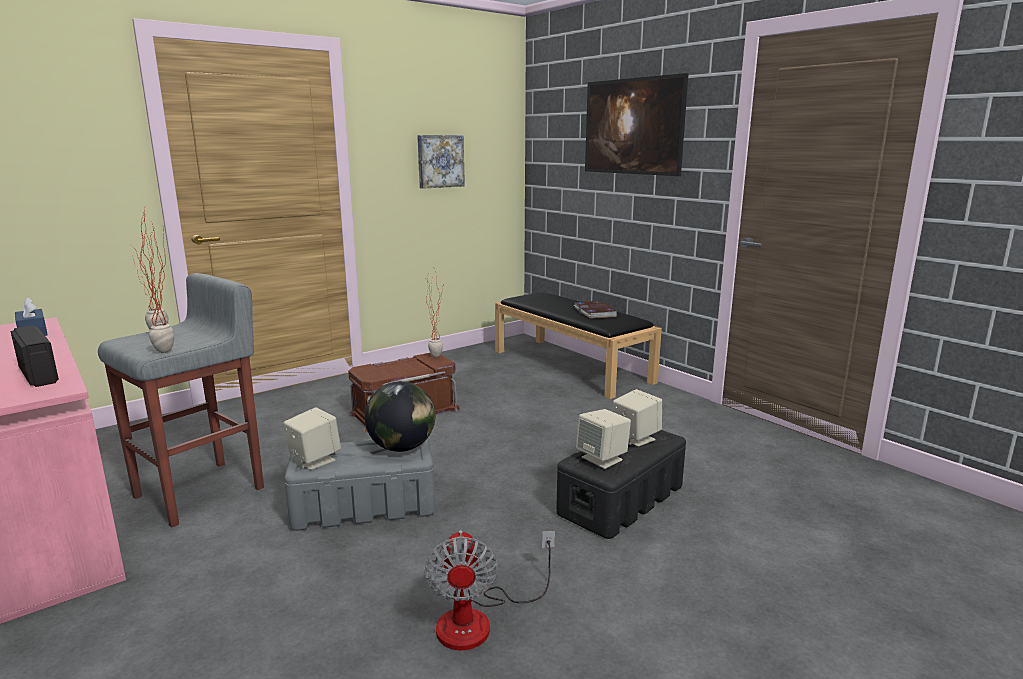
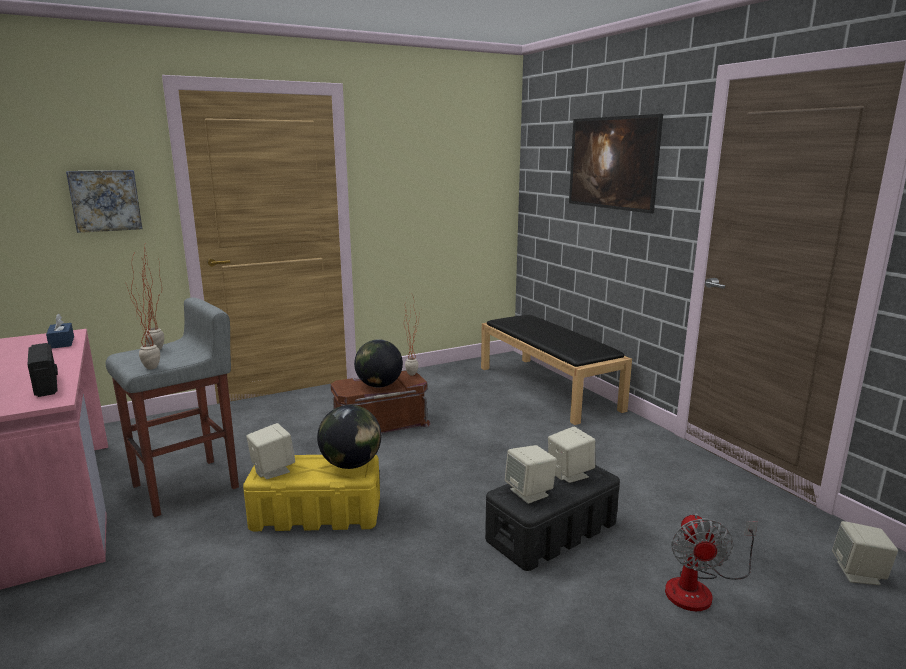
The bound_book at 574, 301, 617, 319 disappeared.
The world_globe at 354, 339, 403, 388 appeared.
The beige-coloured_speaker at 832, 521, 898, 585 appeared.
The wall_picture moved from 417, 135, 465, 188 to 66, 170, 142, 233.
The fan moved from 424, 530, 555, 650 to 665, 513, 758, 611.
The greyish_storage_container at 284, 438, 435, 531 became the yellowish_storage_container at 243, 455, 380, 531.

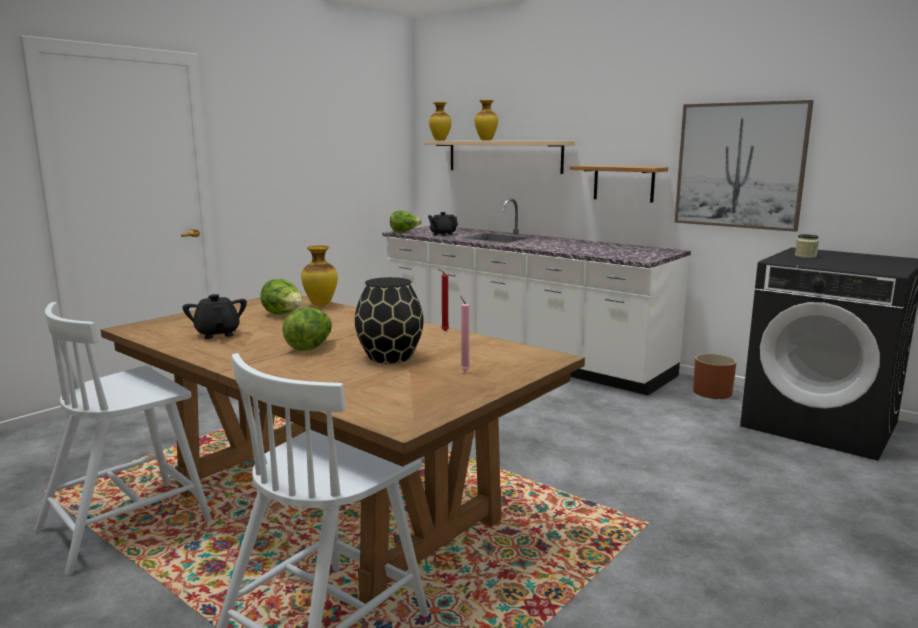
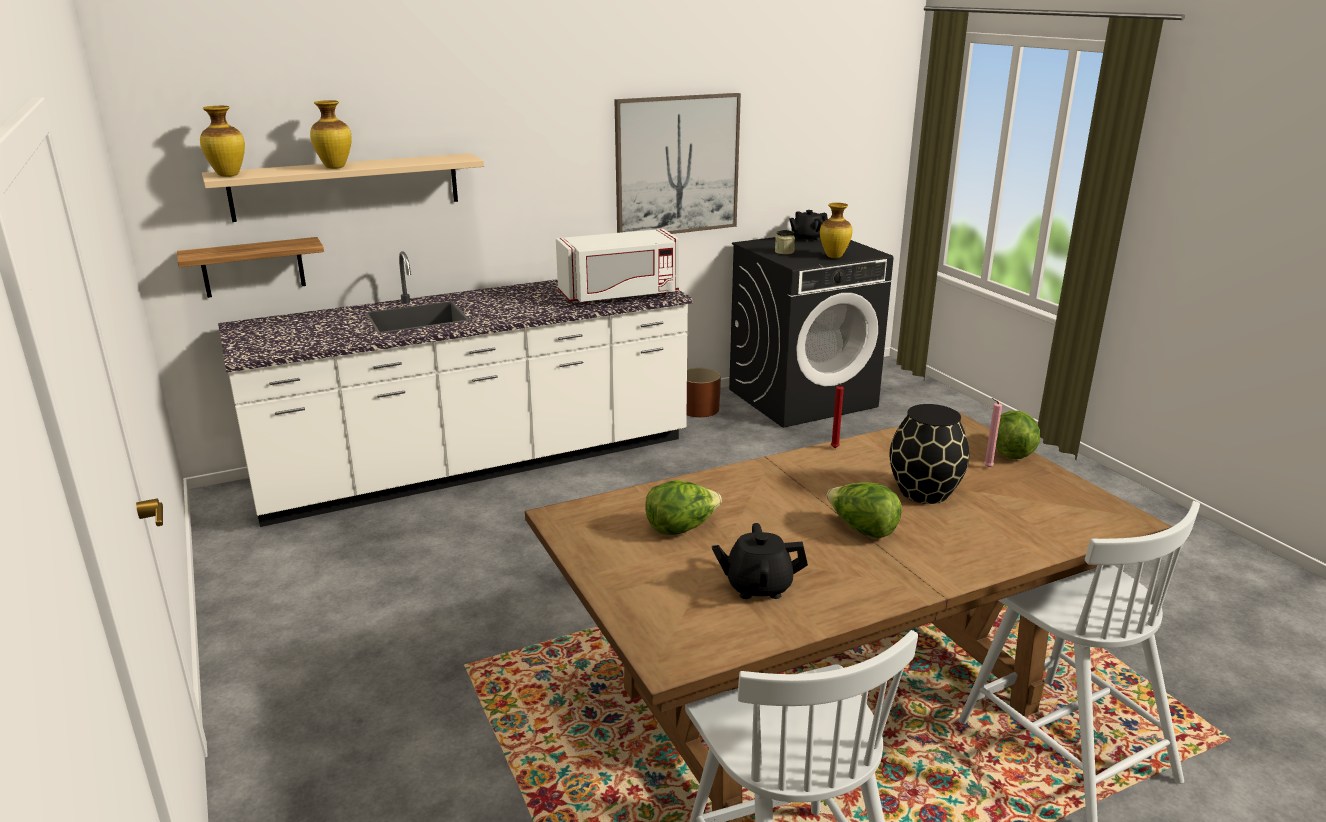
The whitish_microwave_oven at 556, 229, 679, 303 appeared.
The flower_vase moved from 301, 246, 338, 306 to 820, 203, 852, 258.
The head_of_lettuce moved from 390, 211, 422, 232 to 996, 411, 1040, 459.
The black-coloured_pot_for_tea moved from 428, 212, 458, 236 to 789, 210, 828, 242.
The bracket_shelf moved from 570, 165, 668, 203 to 177, 237, 324, 298.

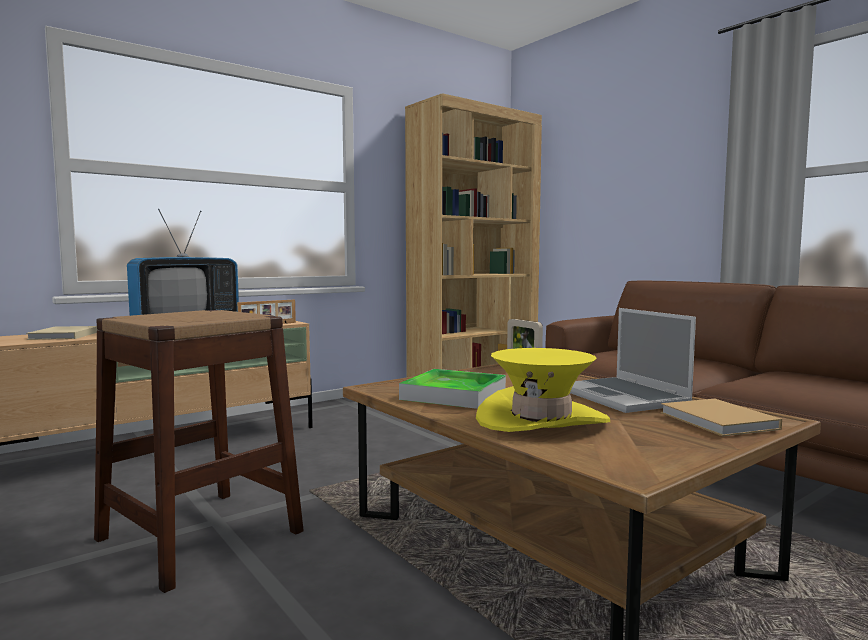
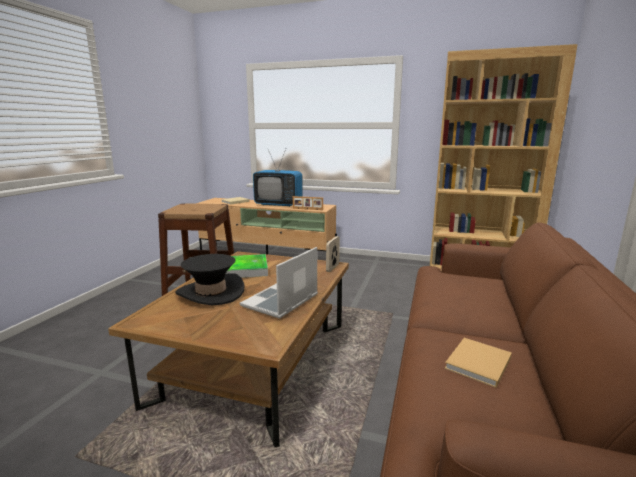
The beige-coloured_bound_book moved from 661, 399, 782, 436 to 445, 338, 512, 388.
The yellowish_hat at 476, 348, 610, 432 became the black-coloured_hat at 175, 254, 245, 305.

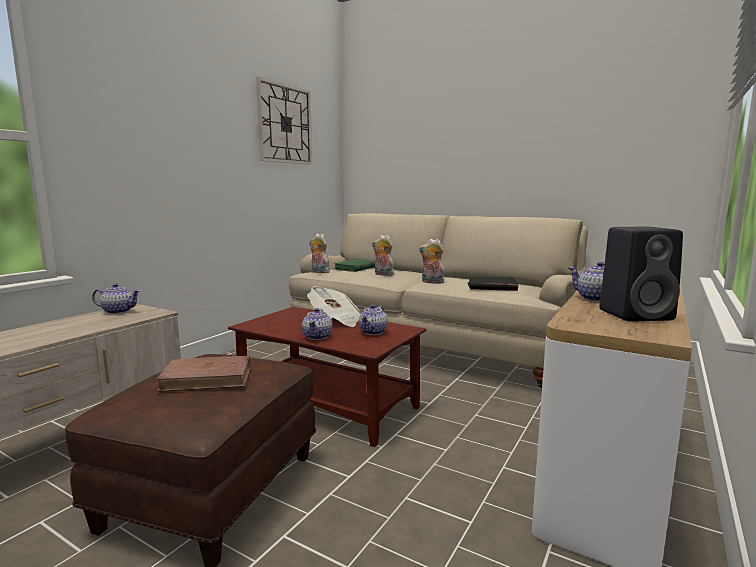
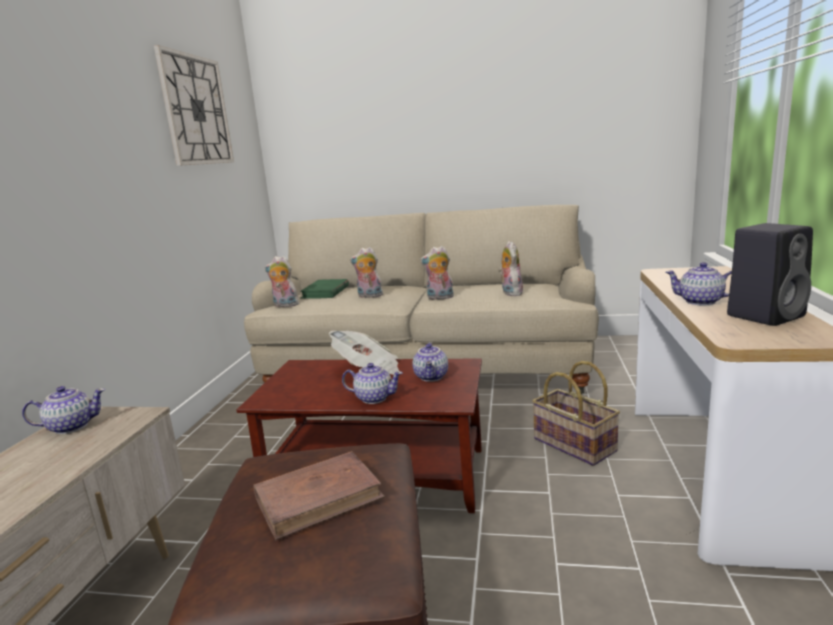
The basket at 532, 361, 620, 466 appeared.
The black-coloured_bound_book at 468, 276, 518, 291 was replaced by the soft_toy at 498, 241, 523, 296.
The pot_for_tea at 302, 308, 333, 340 turned 60 degrees counterclockwise.

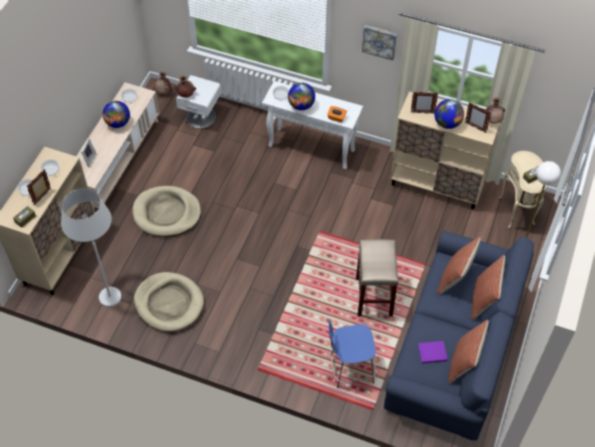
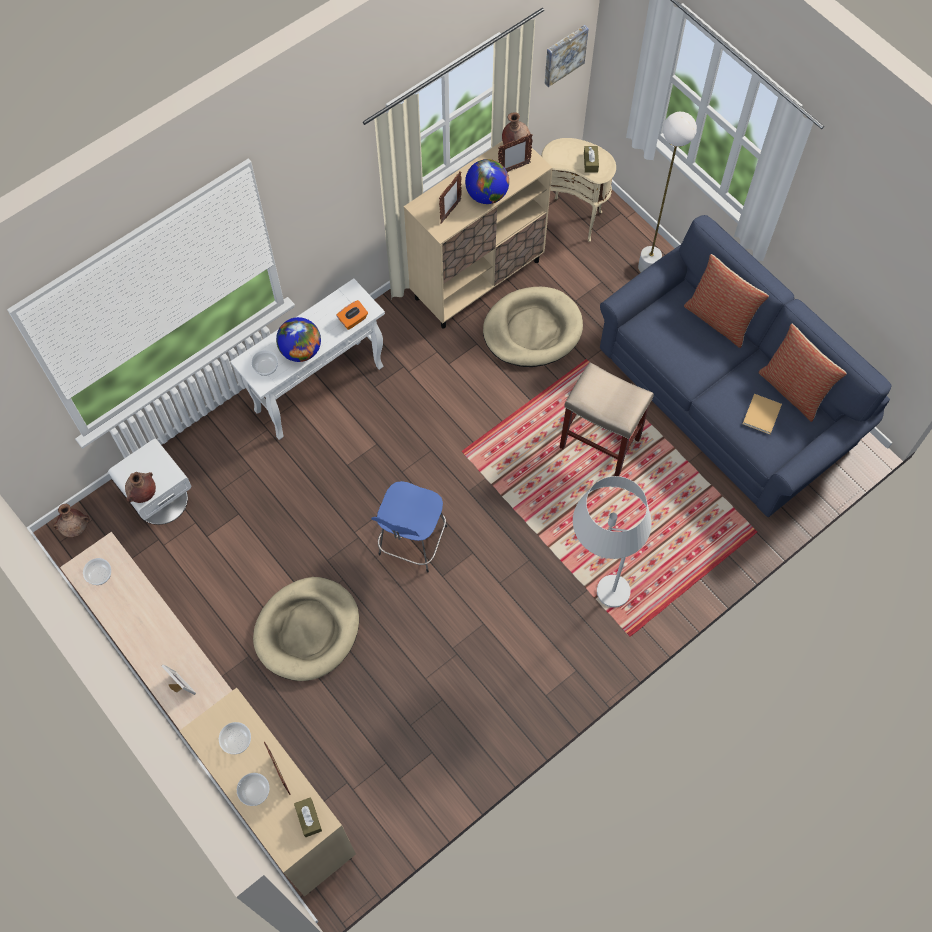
The world_globe at 103, 101, 130, 128 disappeared.
The throw_pillow at 437, 237, 481, 295 disappeared.
The whitish_floor_lamp moved from 61, 189, 121, 307 to 573, 476, 652, 608.
The beige-coloured_pet_bed moved from 134, 272, 204, 332 to 483, 287, 583, 367.
The blue-coloured_stool moved from 327, 318, 376, 388 to 371, 481, 447, 572.
The wall_picture moved from 362, 25, 397, 61 to 544, 25, 589, 87.
The purple-coloured_bound_book at 418, 341, 448, 363 became the beige-coloured_bound_book at 743, 394, 782, 434.

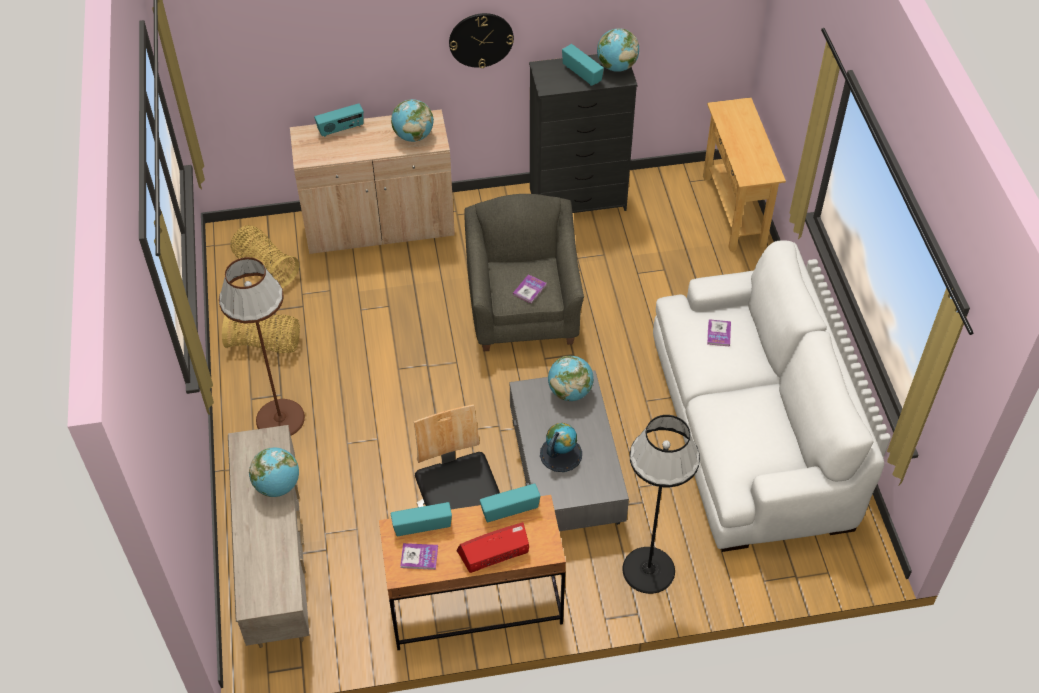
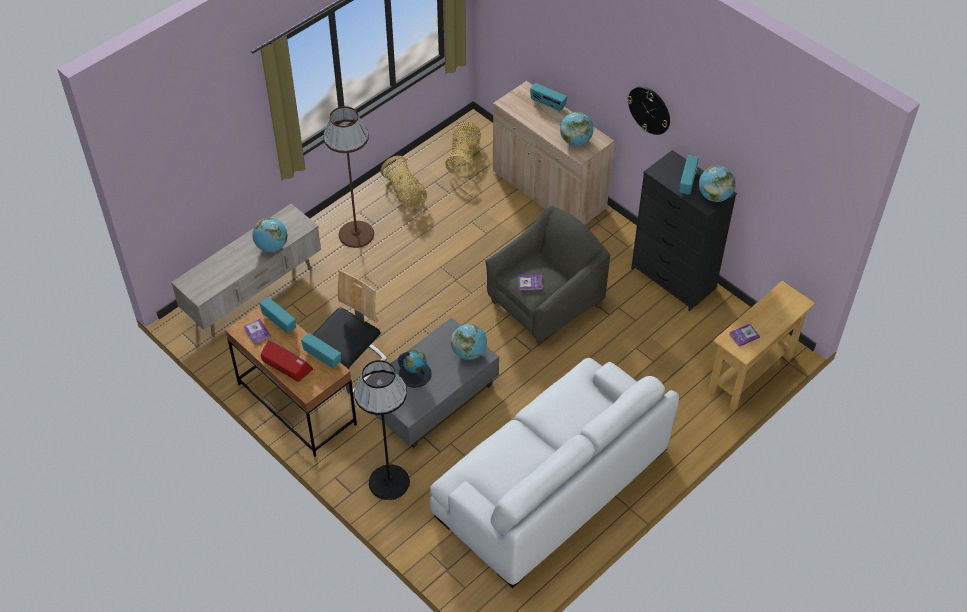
The bound_book moved from 707, 319, 731, 347 to 729, 323, 760, 347.

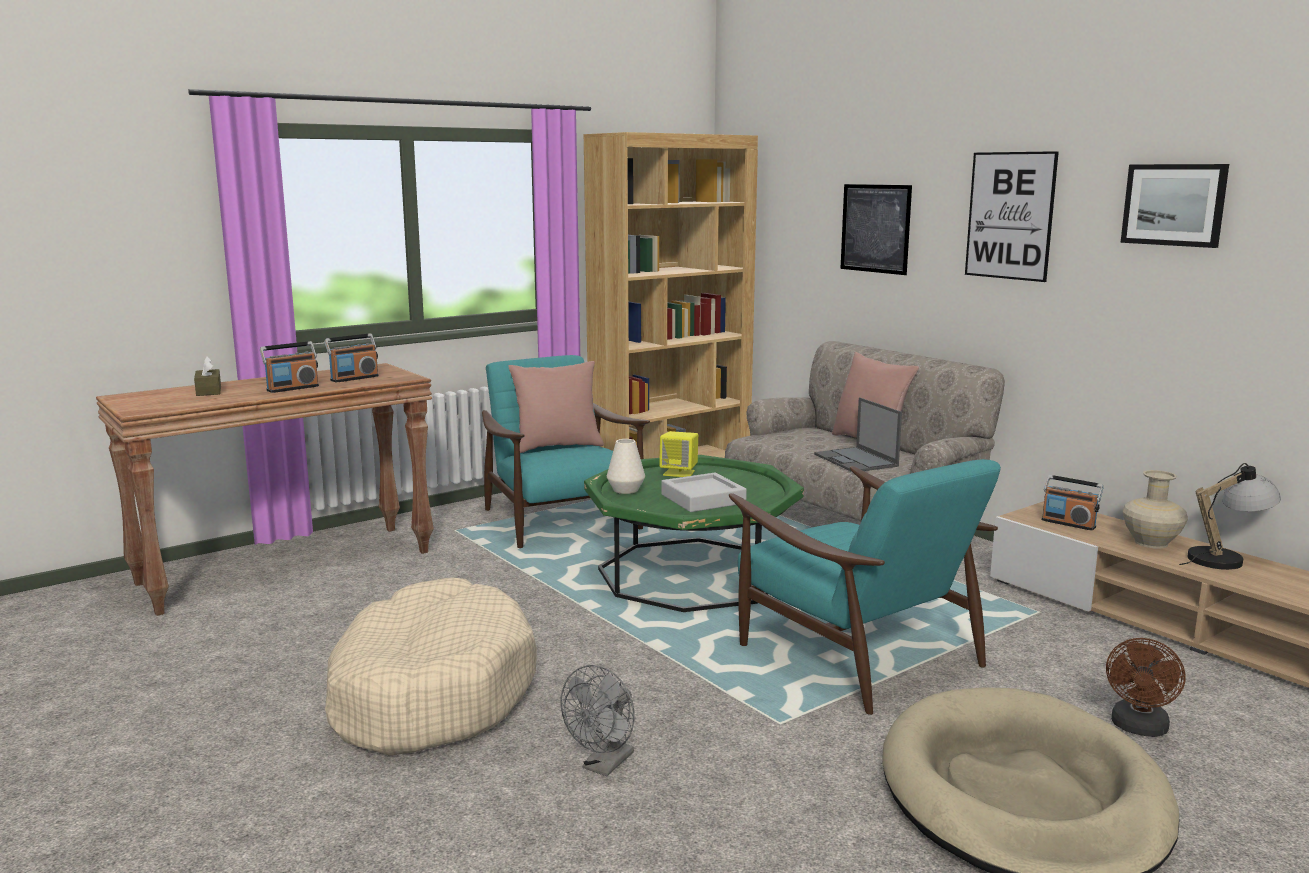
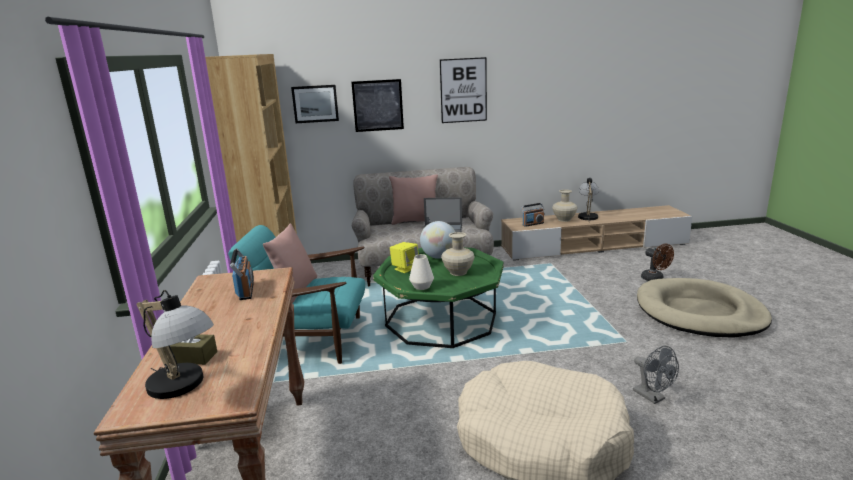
The radio_receiver at 260, 341, 319, 393 disappeared.
The turquoise-coloured_armchair at 729, 459, 1001, 715 disappeared.
The table_lamp at 136, 290, 214, 399 appeared.
The world_globe at 420, 221, 455, 259 appeared.
The wall_picture moved from 1121, 164, 1229, 248 to 291, 85, 339, 123.
The greyish_tray at 661, 473, 747, 512 was replaced by the beige-coloured_flower_vase at 441, 232, 475, 276.

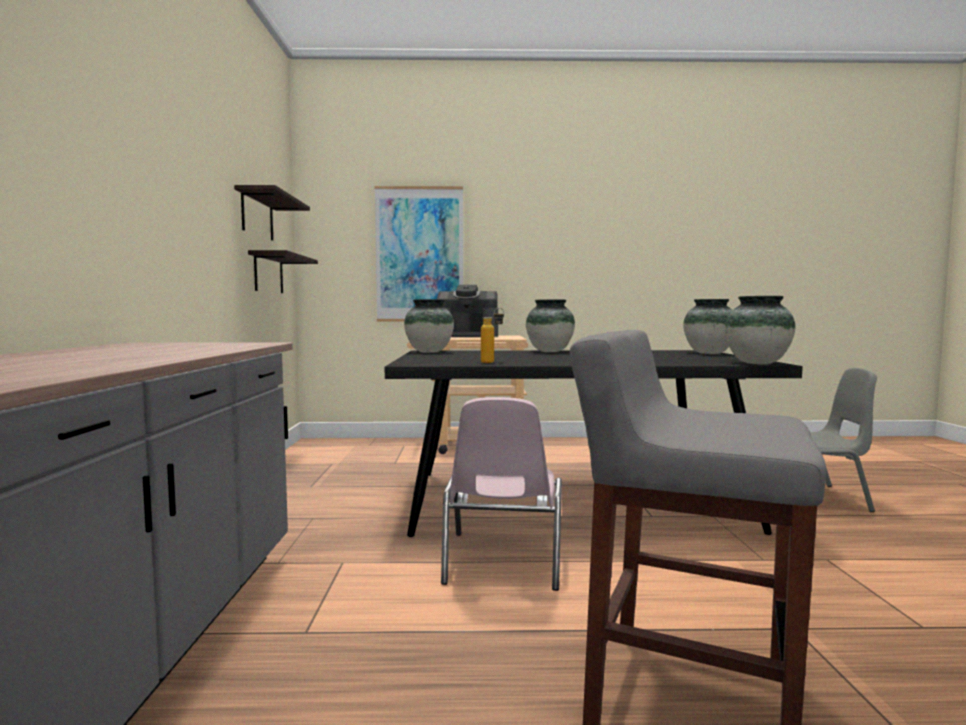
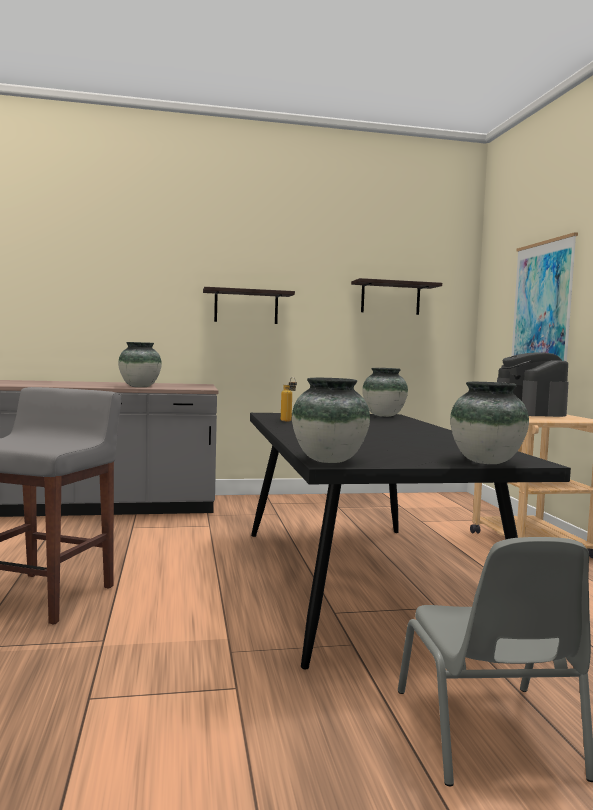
The pink-coloured_chair at 441, 397, 562, 591 disappeared.
The bracket_shelf moved from 248, 250, 318, 293 to 203, 287, 295, 324.
The flower_vase moved from 526, 299, 575, 352 to 118, 342, 162, 387.

